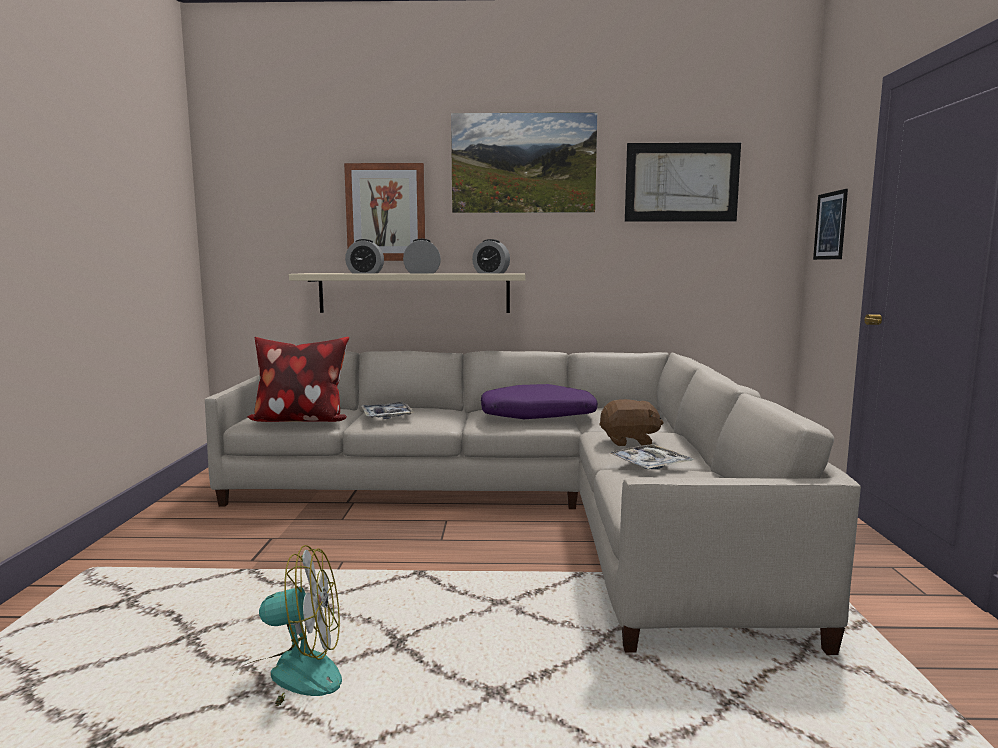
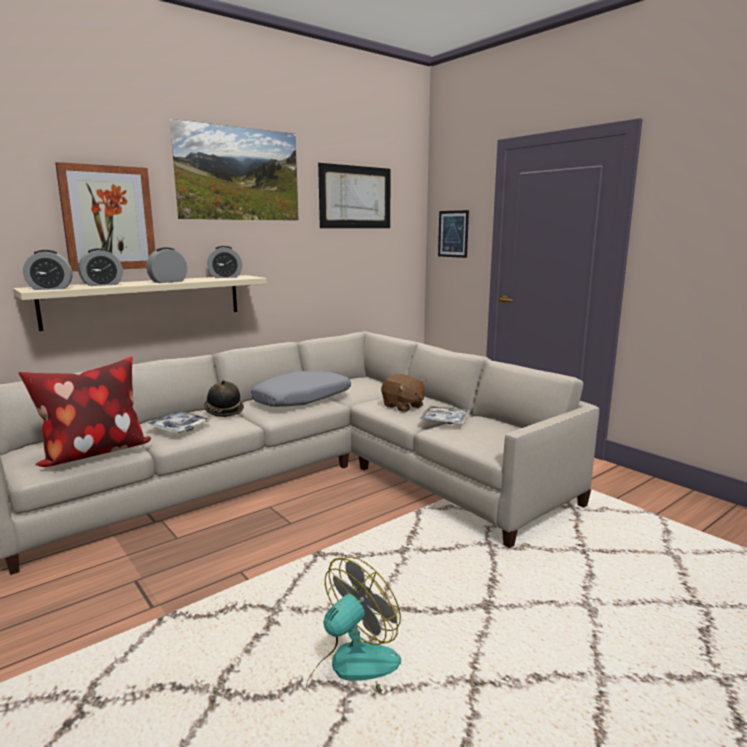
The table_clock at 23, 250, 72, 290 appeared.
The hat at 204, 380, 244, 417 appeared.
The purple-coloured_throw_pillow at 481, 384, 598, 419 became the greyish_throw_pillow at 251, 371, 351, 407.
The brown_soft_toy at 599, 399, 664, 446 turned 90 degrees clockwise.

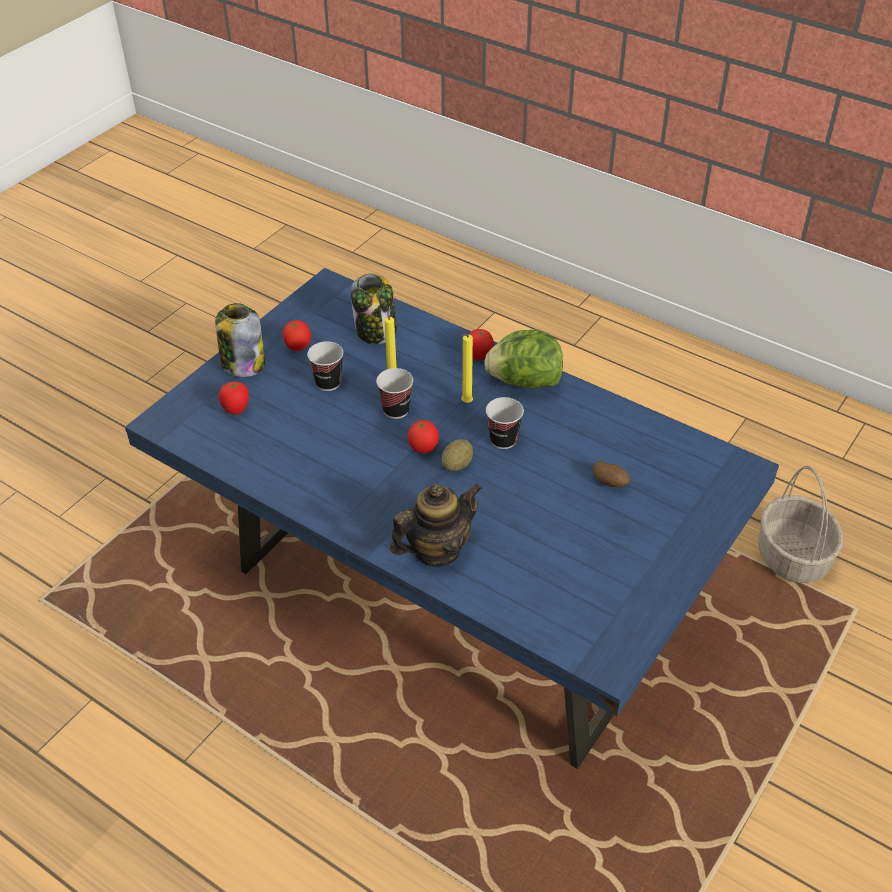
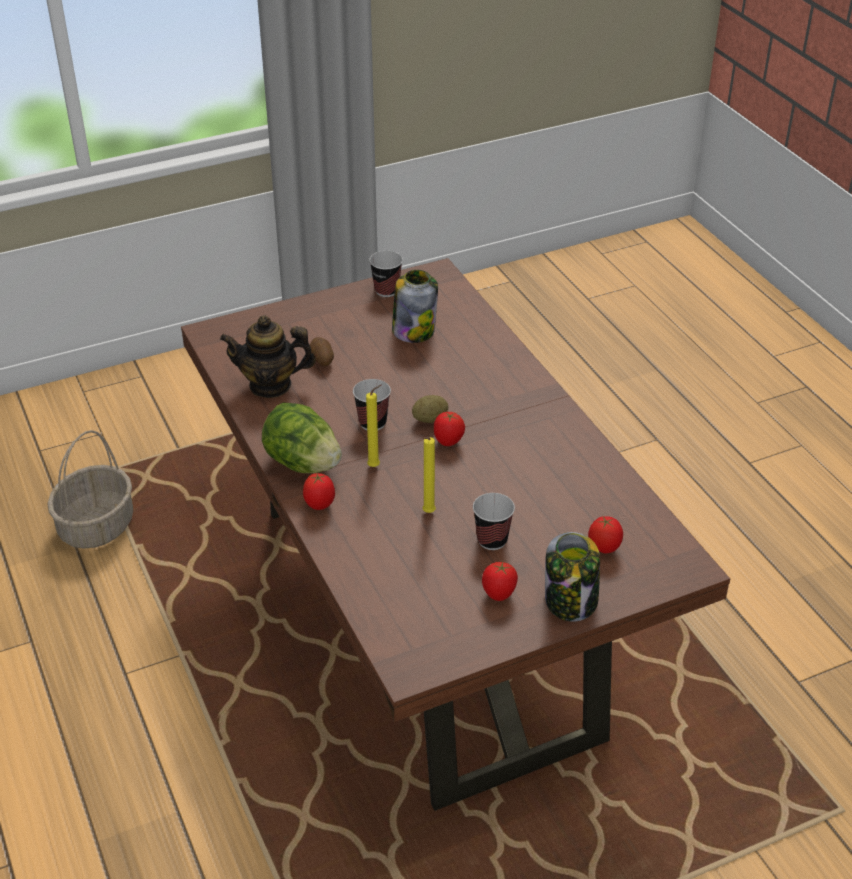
The preserve_jar moved from 351, 273, 397, 344 to 392, 270, 438, 343.
The drinking_cup moved from 376, 368, 413, 419 to 369, 251, 403, 297.
The pot_for_tea moved from 390, 483, 482, 567 to 220, 315, 316, 398.
The blue-coloured_kitchen_table at 125, 268, 779, 769 became the brown_kitchen_table at 181, 258, 730, 811.

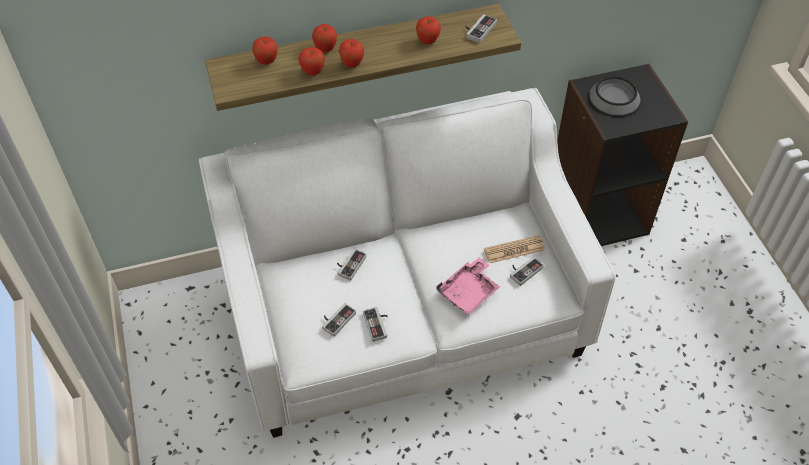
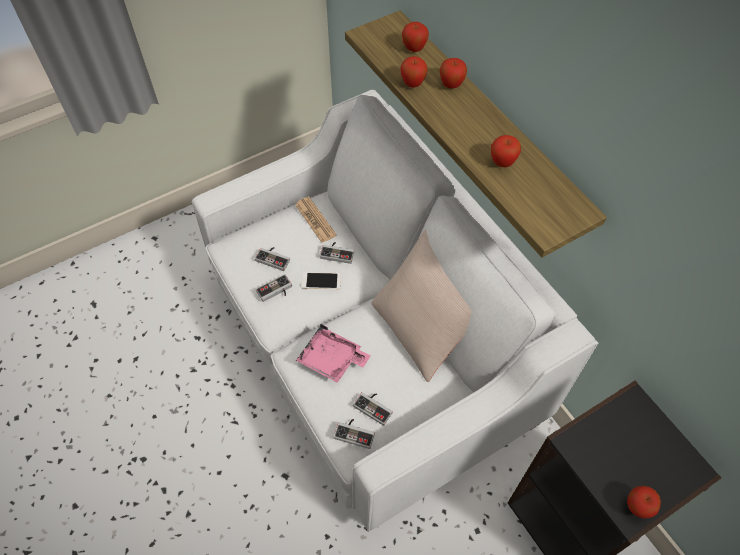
The serving_bowl at 588, 77, 641, 117 disappeared.
The handset at 302, 272, 341, 289 appeared.
The beige-coloured_throw_pillow at 371, 230, 471, 382 appeared.
The apple moved from 339, 39, 364, 68 to 627, 486, 661, 519.
The joypad moved from 465, 14, 497, 43 to 334, 419, 375, 449.
The newspaper moved from 484, 235, 545, 263 to 295, 197, 337, 243.

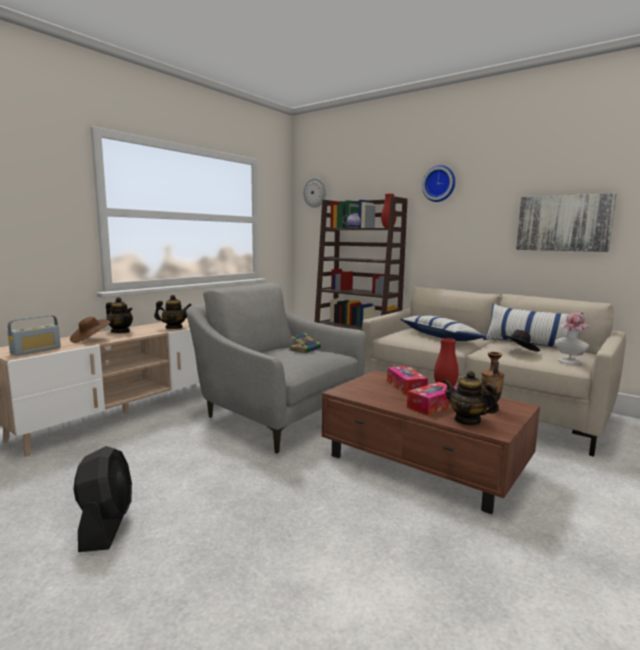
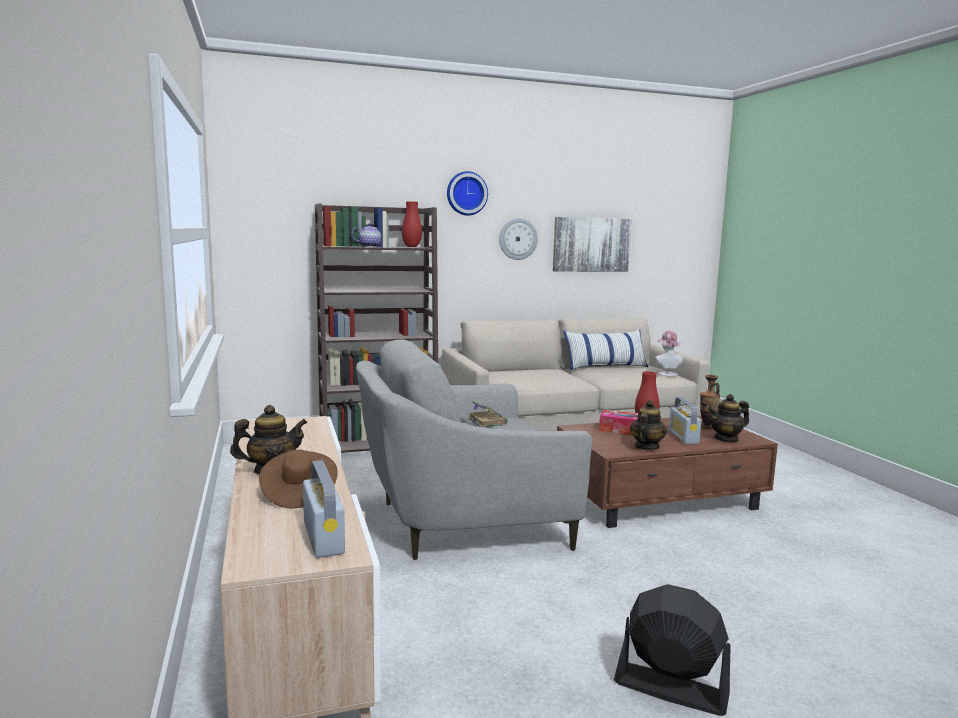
The throw_pillow at 400, 315, 485, 341 disappeared.
The black-coloured_hat at 501, 330, 540, 352 disappeared.
The pot_for_tea moved from 154, 295, 192, 329 to 630, 400, 667, 450.
The wall_clock moved from 303, 178, 326, 208 to 499, 218, 538, 260.
The tissue_holder at 407, 382, 458, 415 was replaced by the radio_receiver at 669, 397, 701, 444.

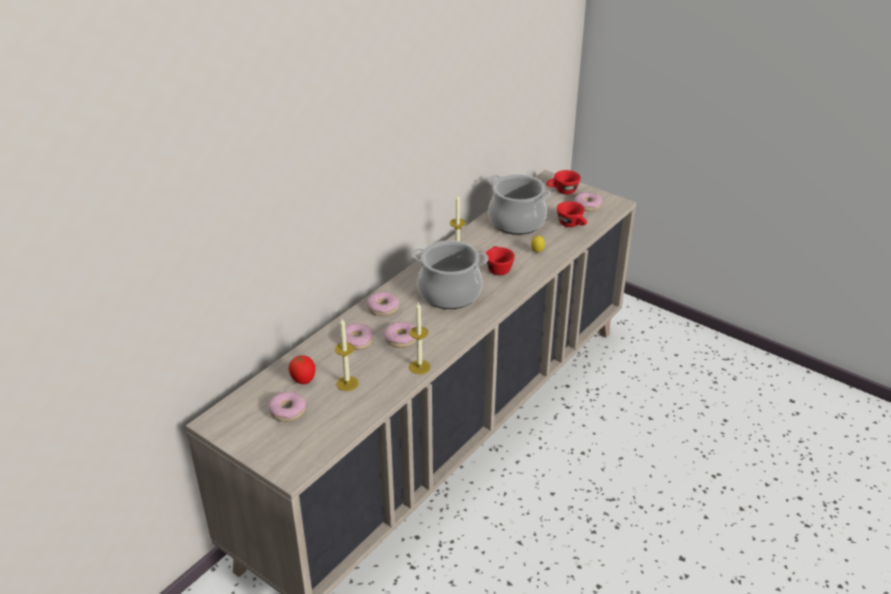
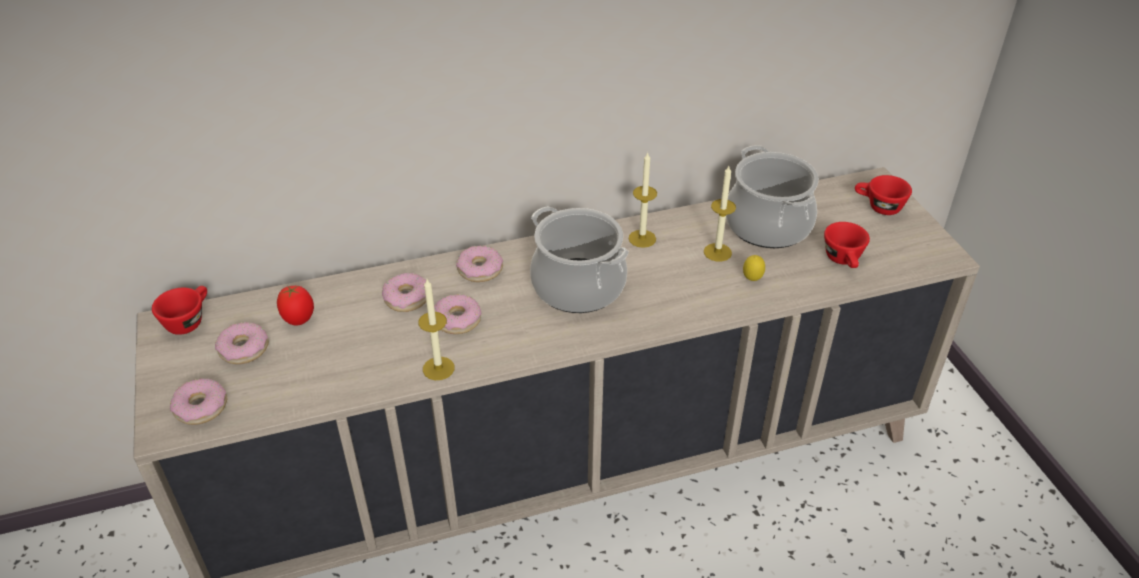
The wax_light moved from 335, 319, 359, 391 to 704, 166, 736, 262.
The red-coloured_drinking_cup moved from 485, 246, 515, 275 to 152, 286, 207, 335.
The doughnut moved from 574, 192, 602, 211 to 170, 378, 227, 425.

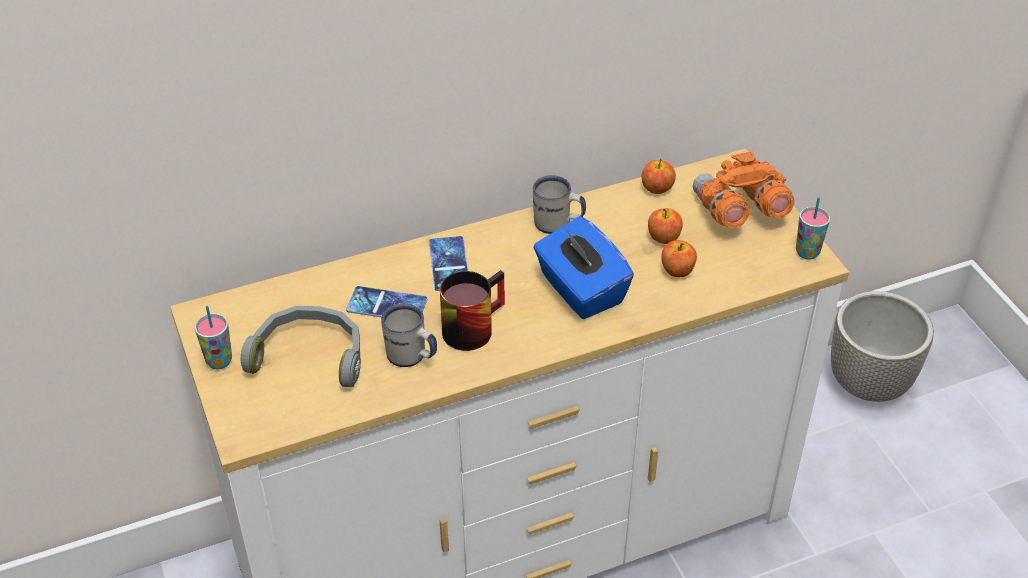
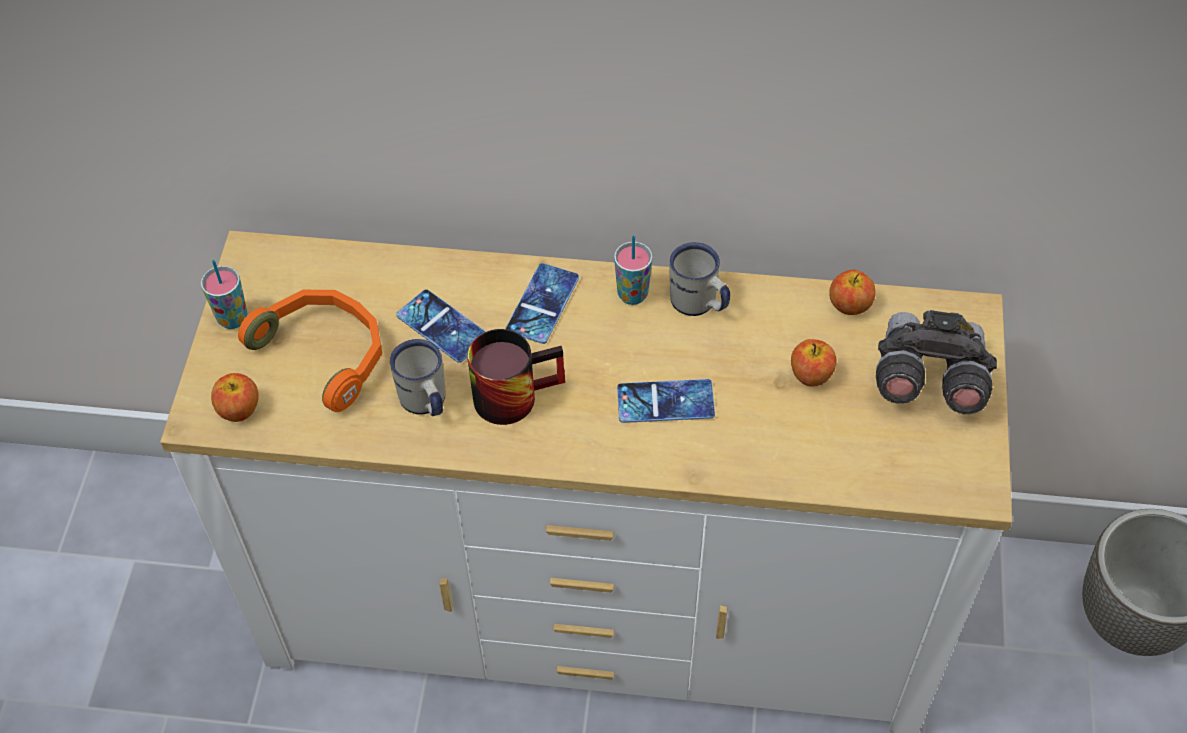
The apple moved from 661, 240, 697, 277 to 211, 373, 259, 422.
The drinking_cup moved from 796, 197, 830, 260 to 614, 235, 653, 305.
The blue-coloured_tissue_holder at 533, 216, 634, 319 was replaced by the handset at 617, 379, 715, 423.
The greyish_headphones at 241, 306, 361, 387 became the orange-coloured_headphones at 238, 290, 382, 412.
The orange-coloured_binoculars at 693, 151, 794, 228 became the greyish_binoculars at 876, 310, 997, 414.

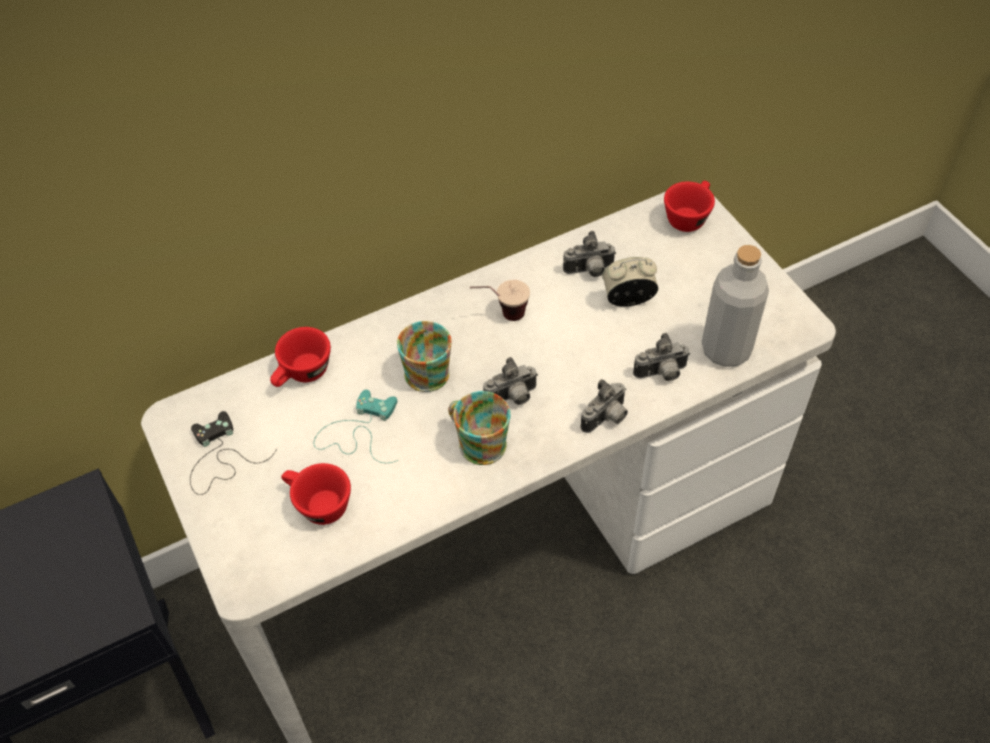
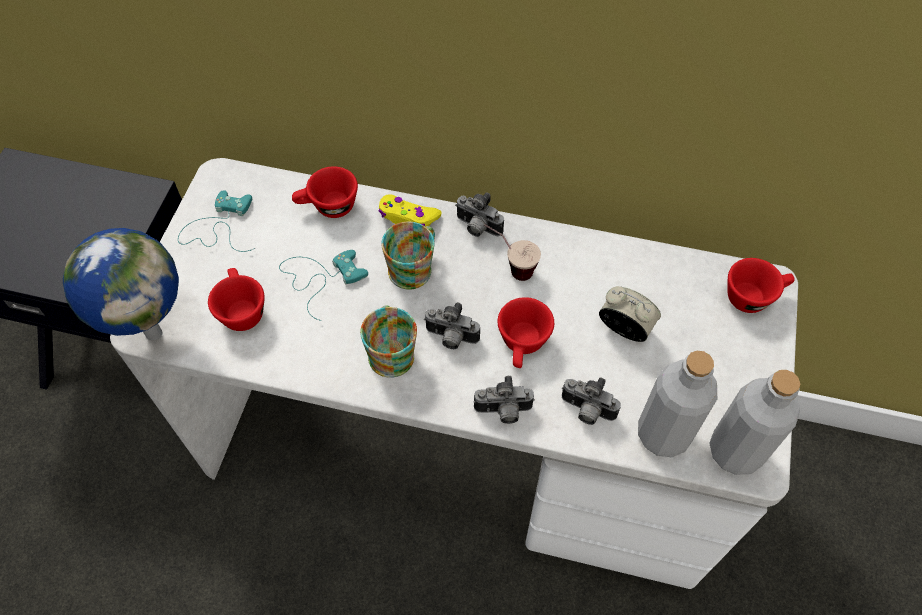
The world_globe at 63, 228, 179, 340 appeared.
The yellowish_joypad at 378, 194, 442, 227 appeared.
The red-coloured_drinking_cup at 498, 297, 554, 368 appeared.
The greyish_beverage_bottle at 709, 370, 800, 475 appeared.
The photo_camera moved from 563, 231, 616, 277 to 455, 192, 504, 237.
The black-coloured_joypad at 190, 411, 277, 495 became the turquoise-coloured_joypad at 178, 190, 255, 252.

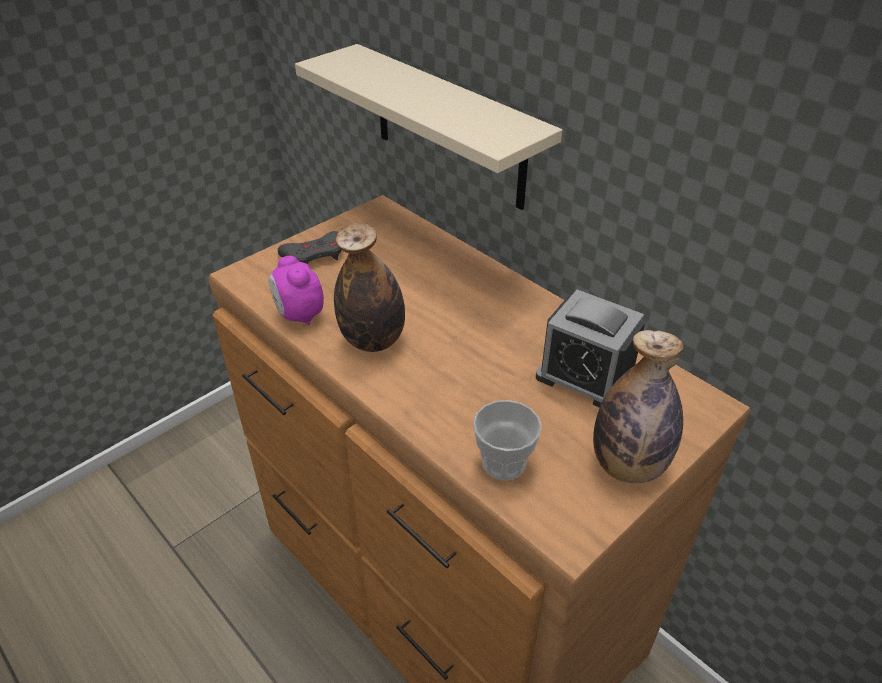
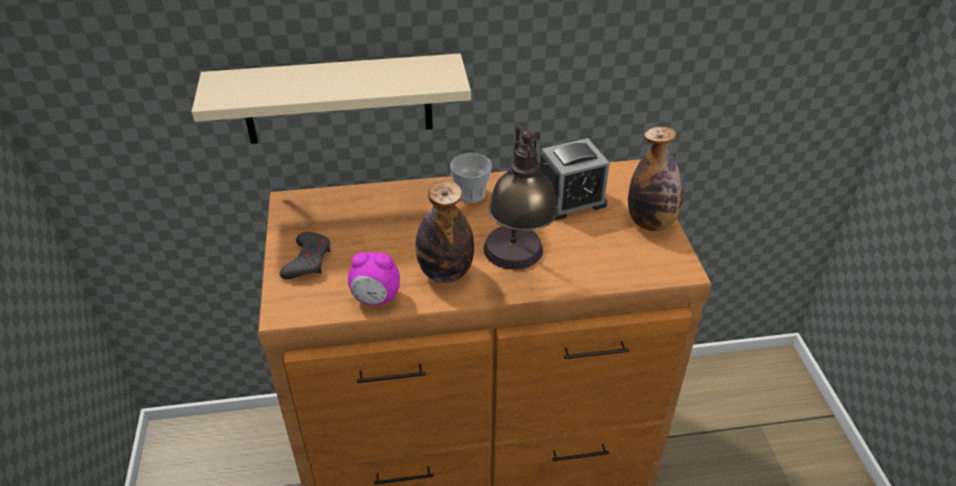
The table_lamp at 484, 125, 558, 270 appeared.
The drinking_cup moved from 473, 400, 542, 481 to 450, 153, 492, 203.

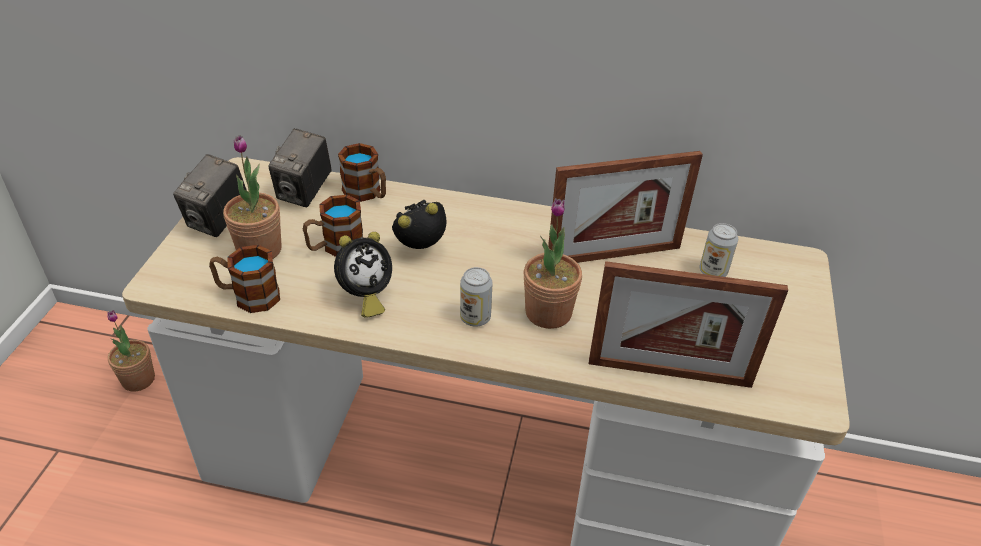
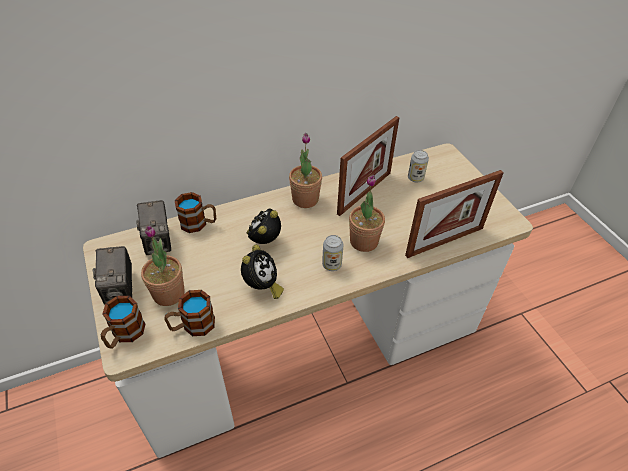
The houseplant moved from 107, 310, 155, 392 to 289, 133, 322, 208.
The mug moved from 303, 195, 363, 257 to 101, 296, 145, 349.

